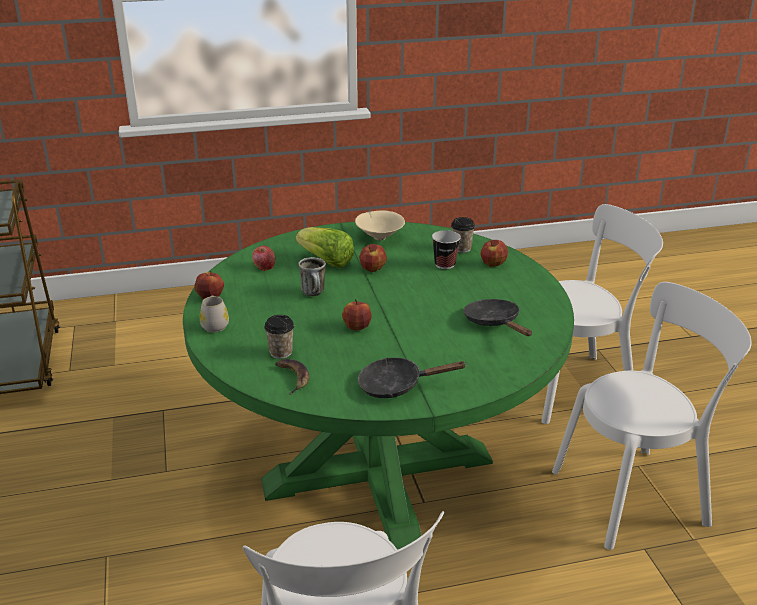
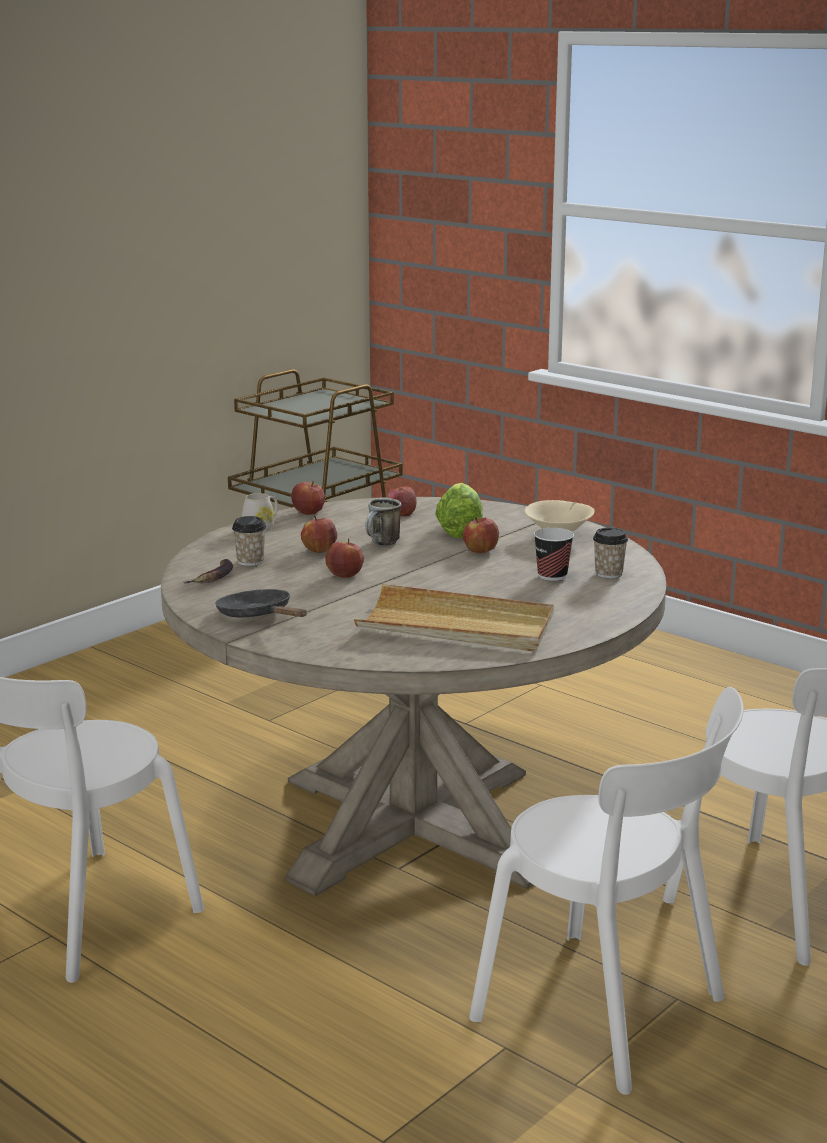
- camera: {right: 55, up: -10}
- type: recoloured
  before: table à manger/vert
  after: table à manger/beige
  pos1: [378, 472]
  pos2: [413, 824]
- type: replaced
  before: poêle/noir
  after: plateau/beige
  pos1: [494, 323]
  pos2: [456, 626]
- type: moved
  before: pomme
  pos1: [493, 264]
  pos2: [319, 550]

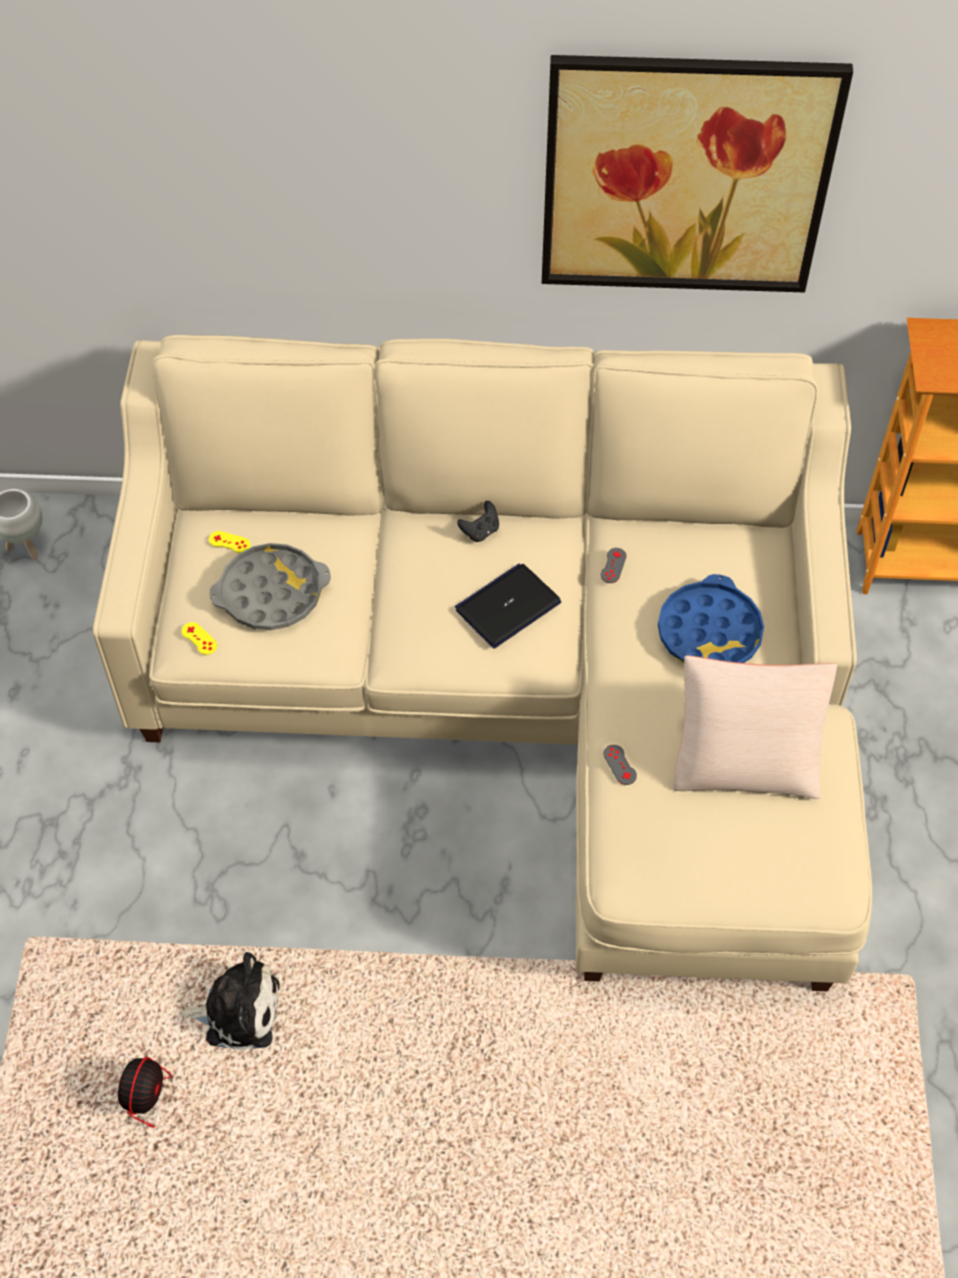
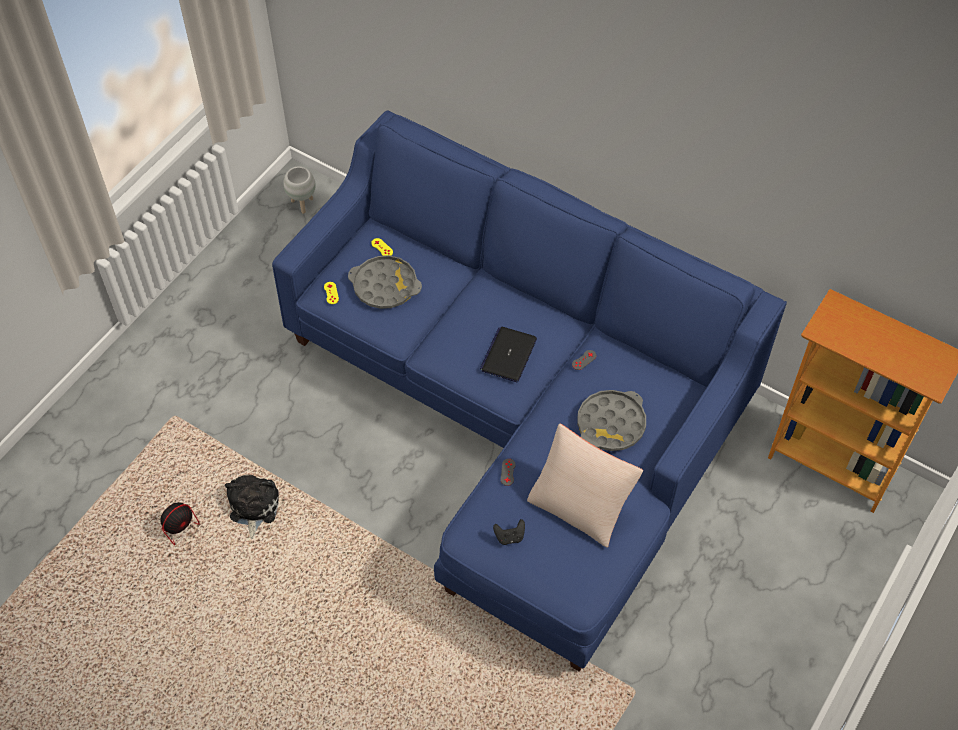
- camera: {right: 30, up: 0}
- type: recoloured
  before: canapé/beige
  after: canapé/bleu
  pos1: [524, 688]
  pos2: [522, 413]
- type: turned
  before: peluche
  pos1: [236, 1010]
  pos2: [253, 508]
  turn: -120
- type: turned
  before: ordinateur portable
  pos1: [508, 606]
  pos2: [508, 355]
  turn: -60
- type: moved
  before: manette/noir
  pos1: [480, 531]
  pos2: [509, 537]
- type: removed
  before: tableau
  pos1: [686, 175]
- type: recoloured
  before: plateau/bleu
  after: plateau/gris
  pos1: [709, 633]
  pos2: [611, 424]

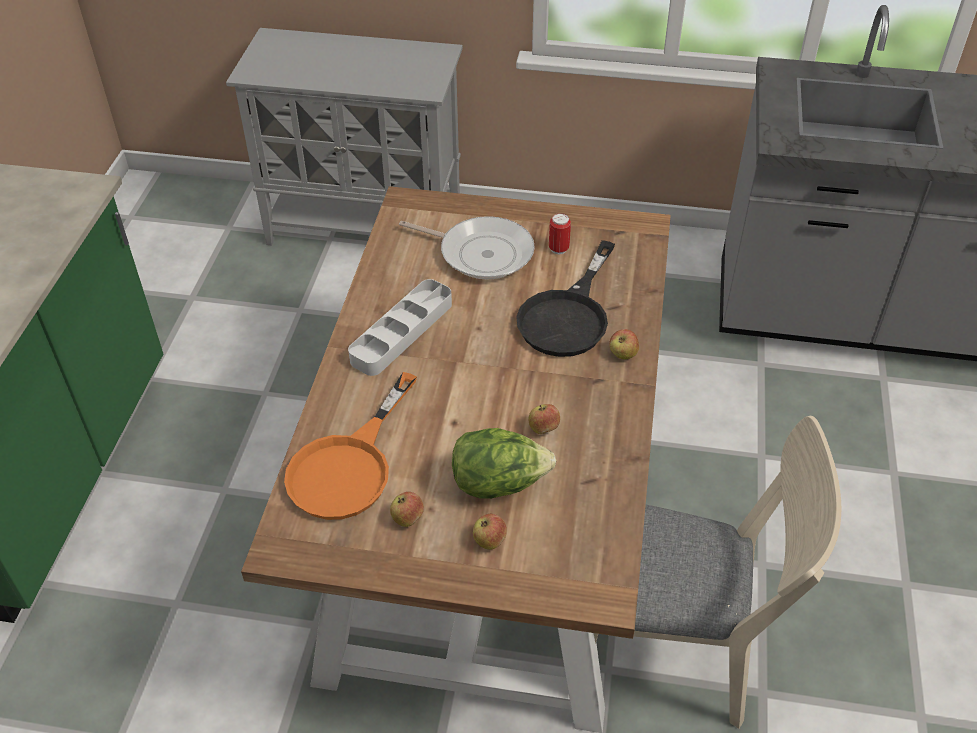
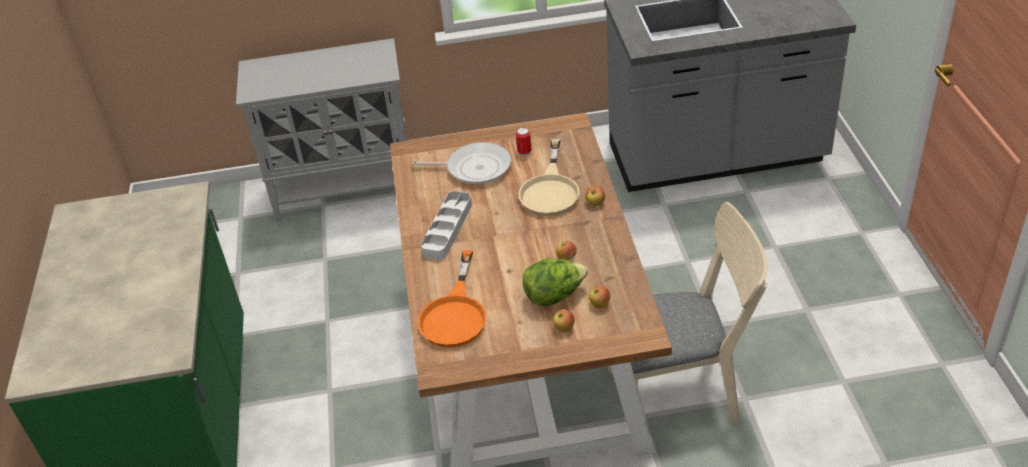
- camera: {right: -15, up: -5}
- type: moved
  before: pomme
  pos1: [407, 518]
  pos2: [600, 304]
- type: recoloured
  before: poêle/noir
  after: poêle/beige
  pos1: [568, 315]
  pos2: [550, 190]

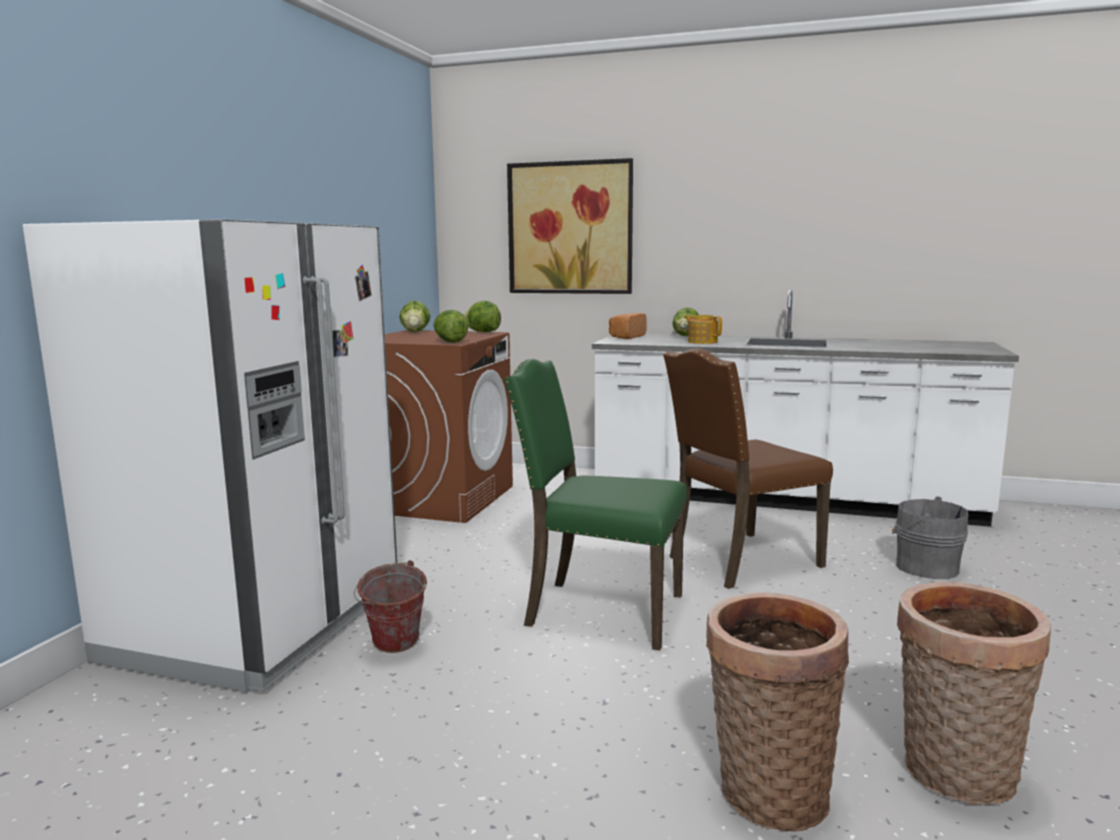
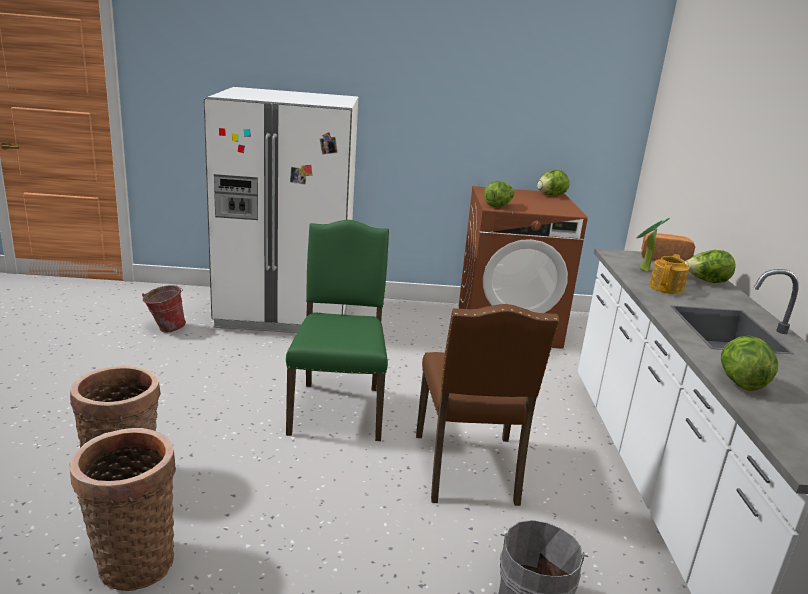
- camera: {right: 70, up: 10}
- type: moved
  before: seau
  pos1: [393, 648]
  pos2: [165, 328]
- type: moved
  before: laitue
  pos1: [482, 332]
  pos2: [740, 382]
- type: removed
  before: tableau
  pos1: [570, 228]
- type: turned
  before: chaise/marron
  pos1: [740, 561]
  pos2: [469, 470]
  turn: -135
- type: added
  after: plante en pot
  pos2: [642, 270]

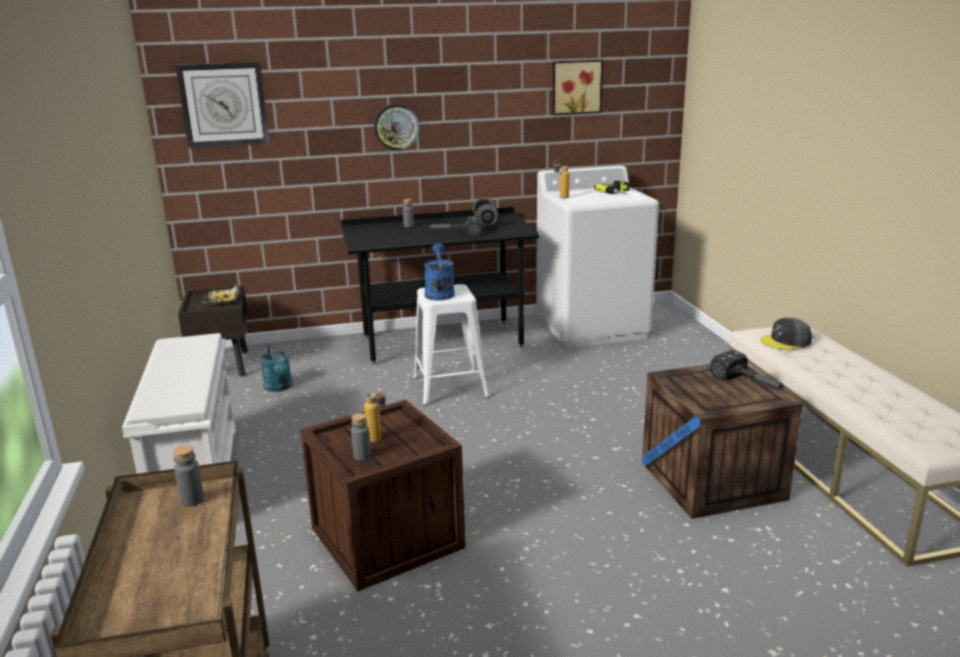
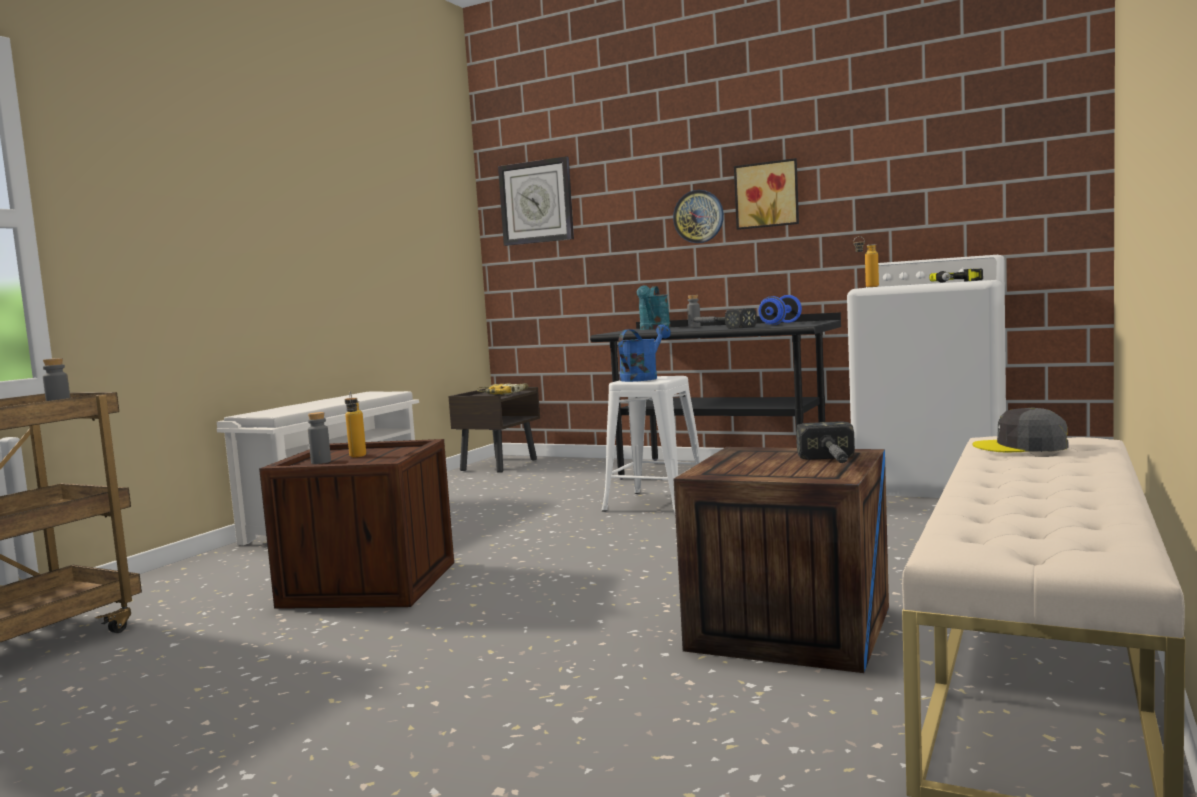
- camera: {right: 40, up: -15}
- type: moved
  before: arrosoir/turquoise
  pos1: [279, 387]
  pos2: [654, 329]
- type: recoloured
  before: haltère/gris
  after: haltère/bleu
  pos1: [485, 222]
  pos2: [780, 323]
- type: moved
  before: tableau
  pos1: [576, 87]
  pos2: [767, 195]

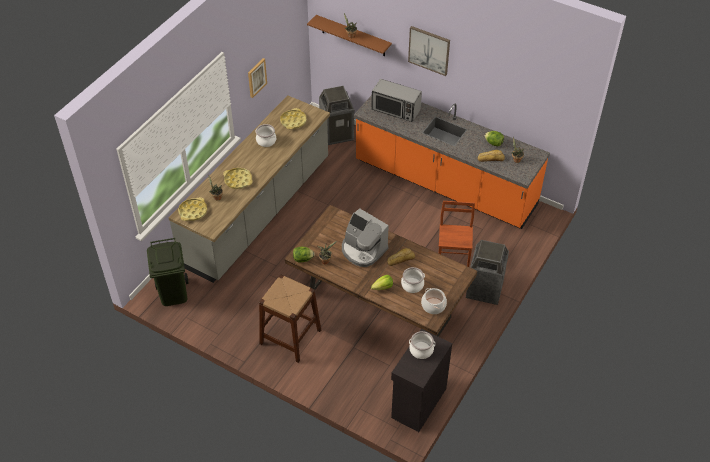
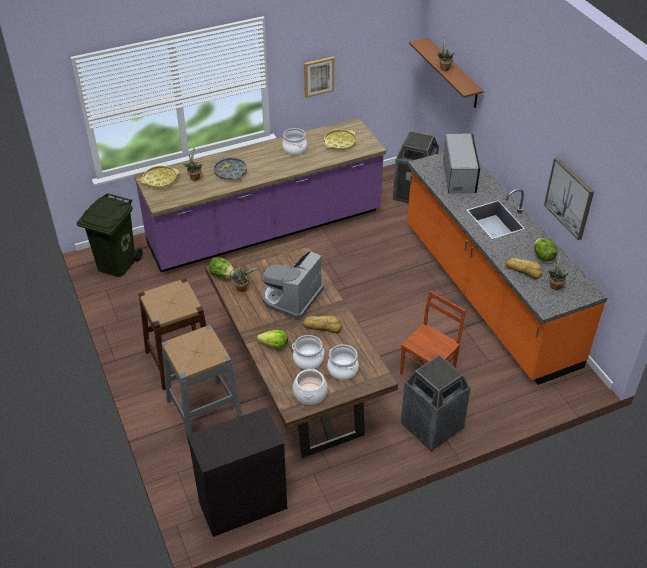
- camera: {right: 35, up: -5}
- type: recoloured
  before: comptoir de cuisine/gris
  after: comptoir de cuisine/violet
  pos1: [258, 211]
  pos2: [265, 229]
- type: recoloured
  before: plateau/jaune
  after: plateau/gris
  pos1: [238, 180]
  pos2: [230, 171]
- type: turned
  before: machine à café
  pos1: [363, 250]
  pos2: [291, 297]
  turn: 45
- type: turned
  before: micro-ondes
  pos1: [395, 110]
  pos2: [459, 175]
  turn: -150
- type: moved
  before: tableau
  pos1: [429, 50]
  pos2: [569, 198]
- type: moved
  before: marmite
  pos1: [421, 350]
  pos2: [343, 369]
- type: added
  after: tabouret/gris
  pos2: [204, 410]

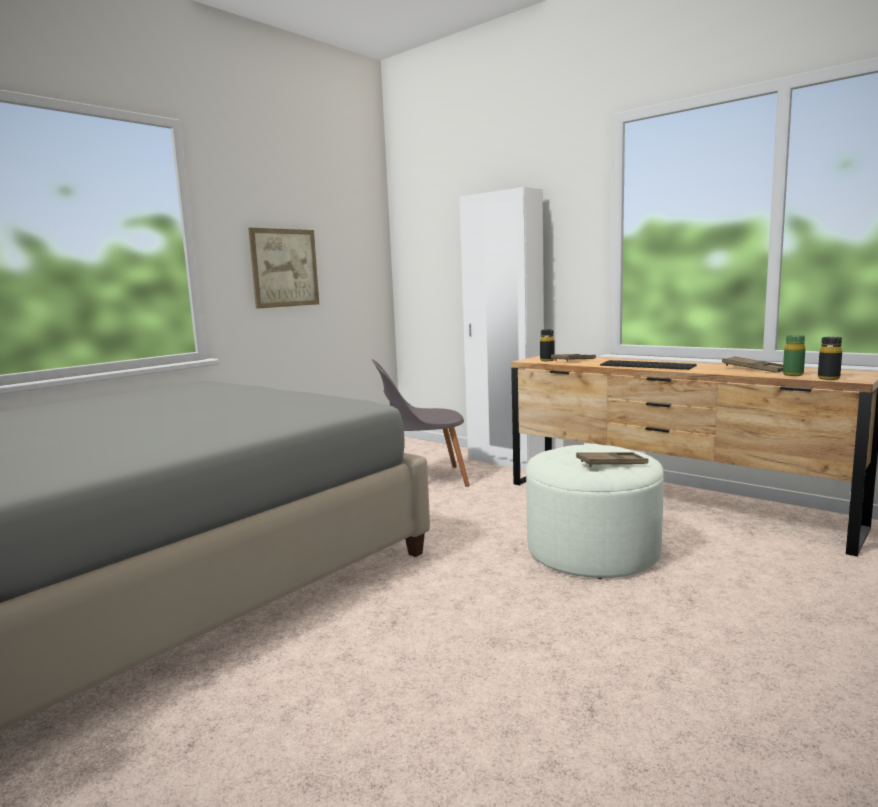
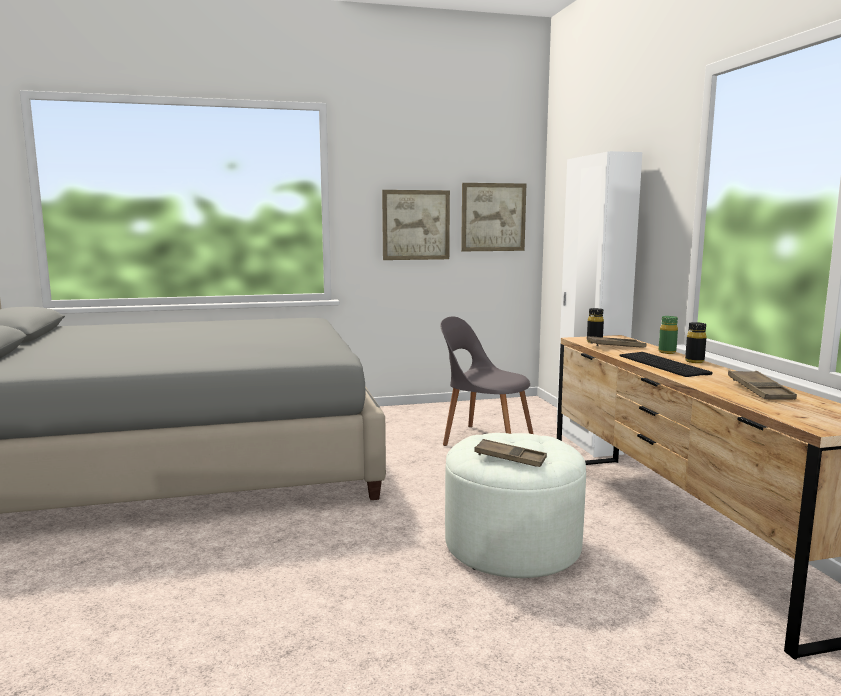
- camera: {right: 35, up: 0}
- type: moved
  before: bouteille/vert
  pos1: [793, 374]
  pos2: [667, 352]
- type: moved
  before: bouteille/noir
  pos1: [828, 378]
  pos2: [694, 361]
- type: added
  after: tableau
  pos2: [493, 217]

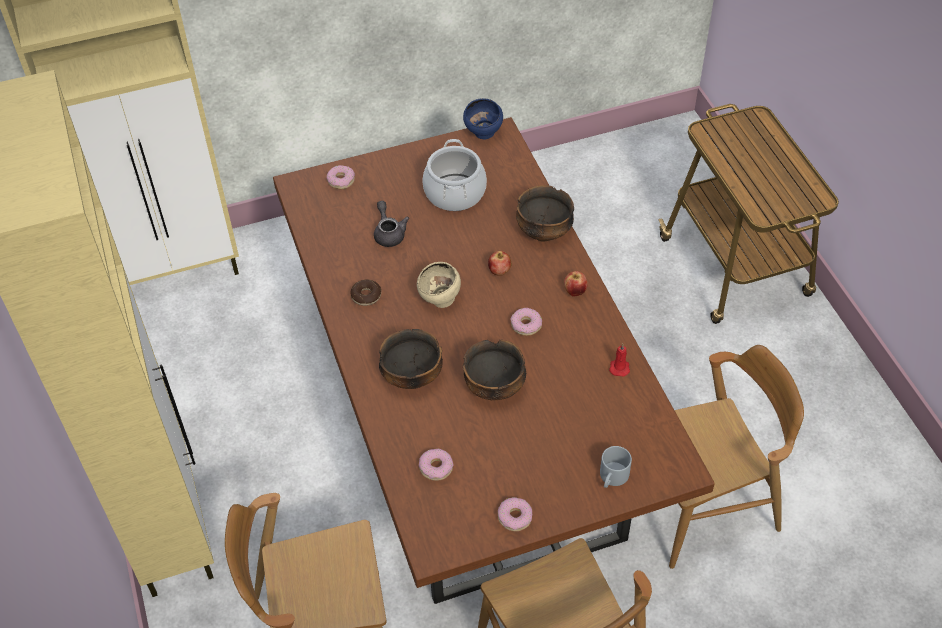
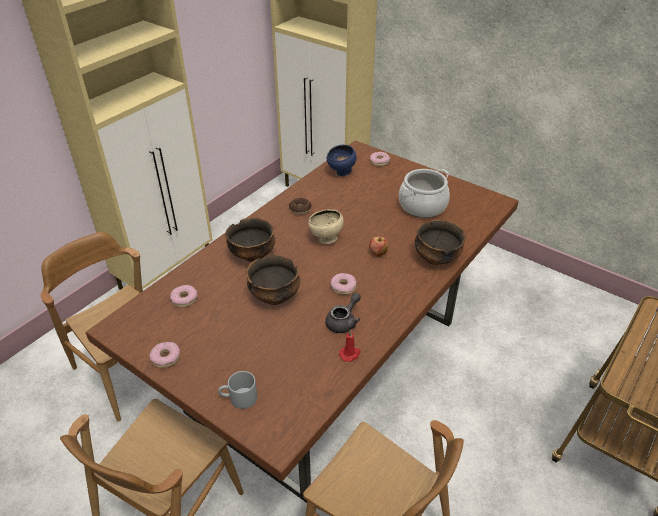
- camera: {right: 55, up: -10}
- type: moved
  before: théière/gris
  pos1: [389, 233]
  pos2: [344, 321]
- type: moved
  before: bol/bleu
  pos1: [484, 135]
  pos2: [341, 173]
- type: removed
  before: pomme
  pos1: [575, 291]

